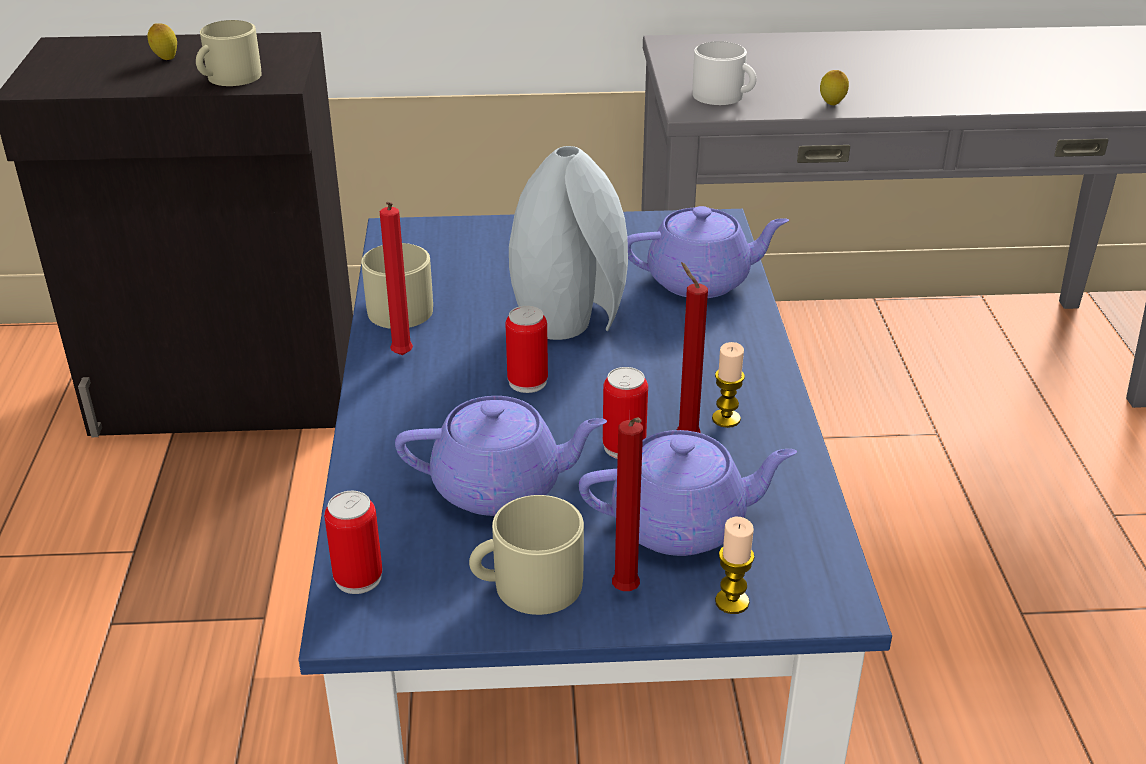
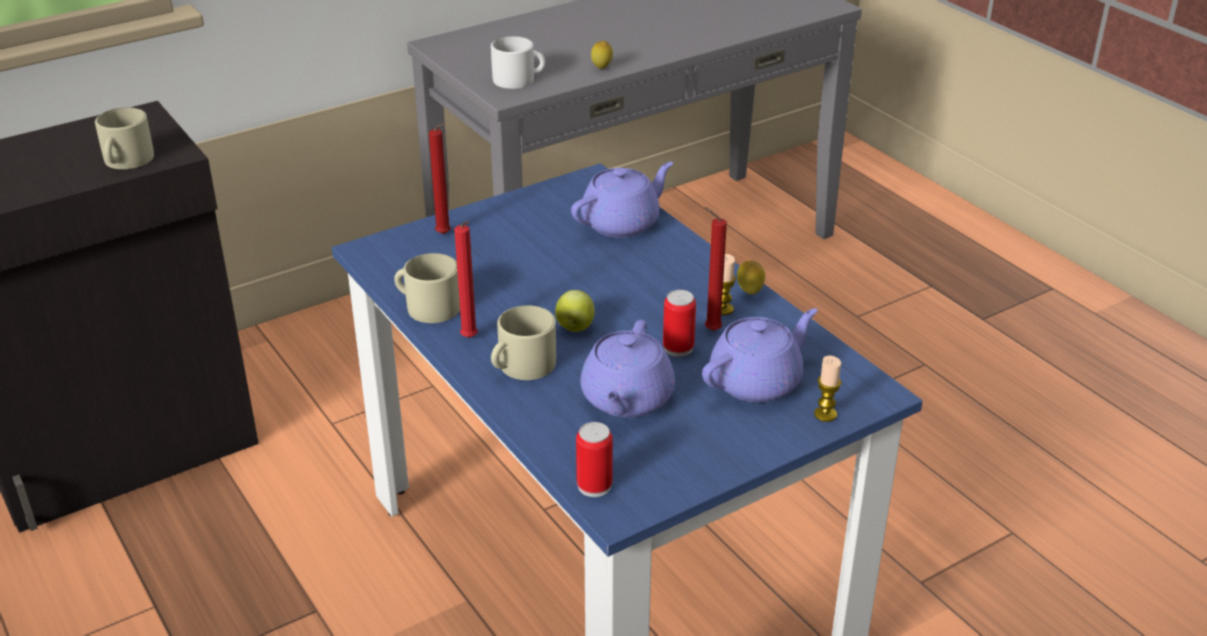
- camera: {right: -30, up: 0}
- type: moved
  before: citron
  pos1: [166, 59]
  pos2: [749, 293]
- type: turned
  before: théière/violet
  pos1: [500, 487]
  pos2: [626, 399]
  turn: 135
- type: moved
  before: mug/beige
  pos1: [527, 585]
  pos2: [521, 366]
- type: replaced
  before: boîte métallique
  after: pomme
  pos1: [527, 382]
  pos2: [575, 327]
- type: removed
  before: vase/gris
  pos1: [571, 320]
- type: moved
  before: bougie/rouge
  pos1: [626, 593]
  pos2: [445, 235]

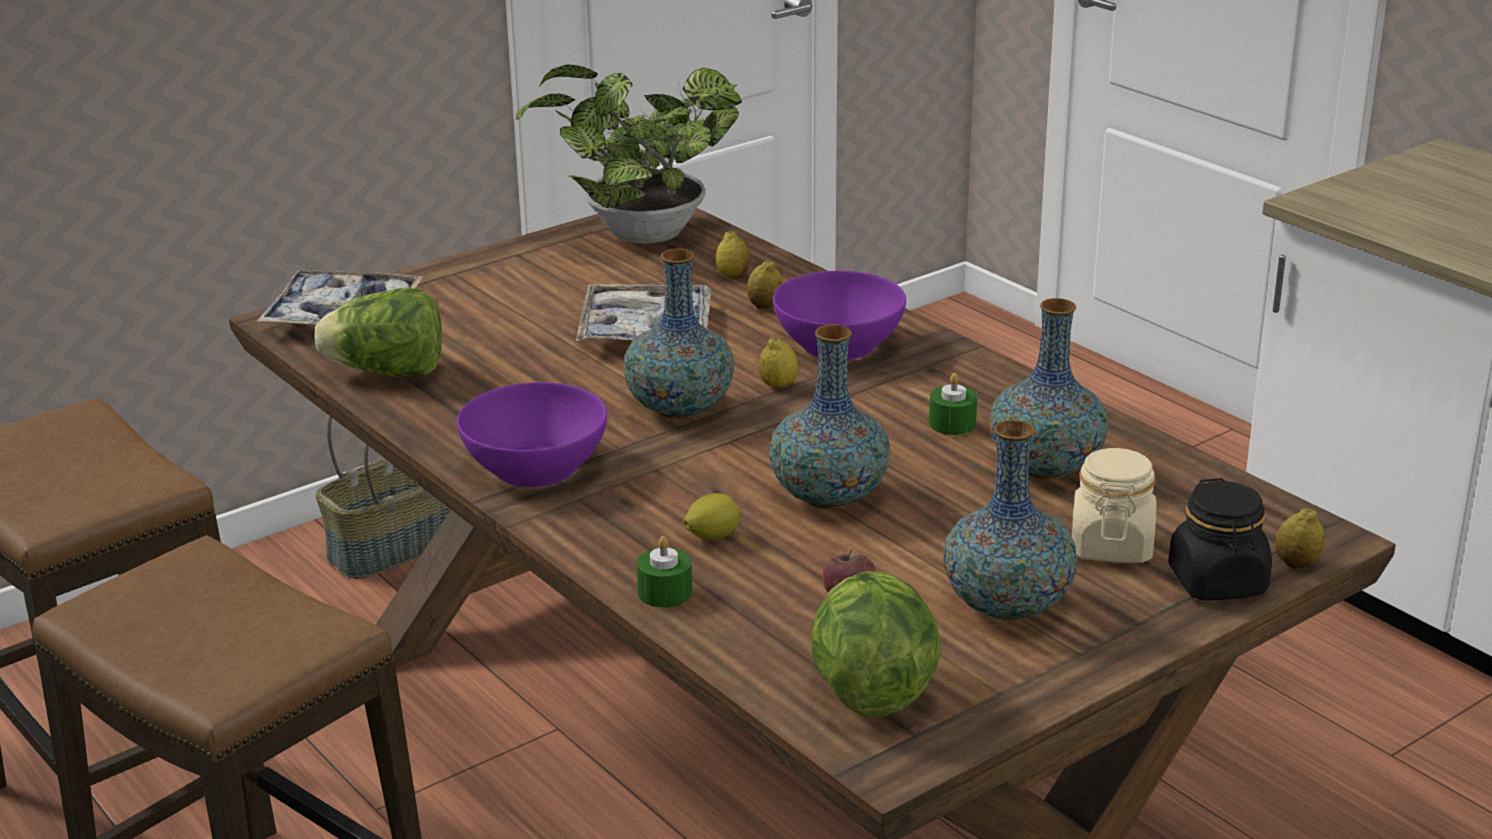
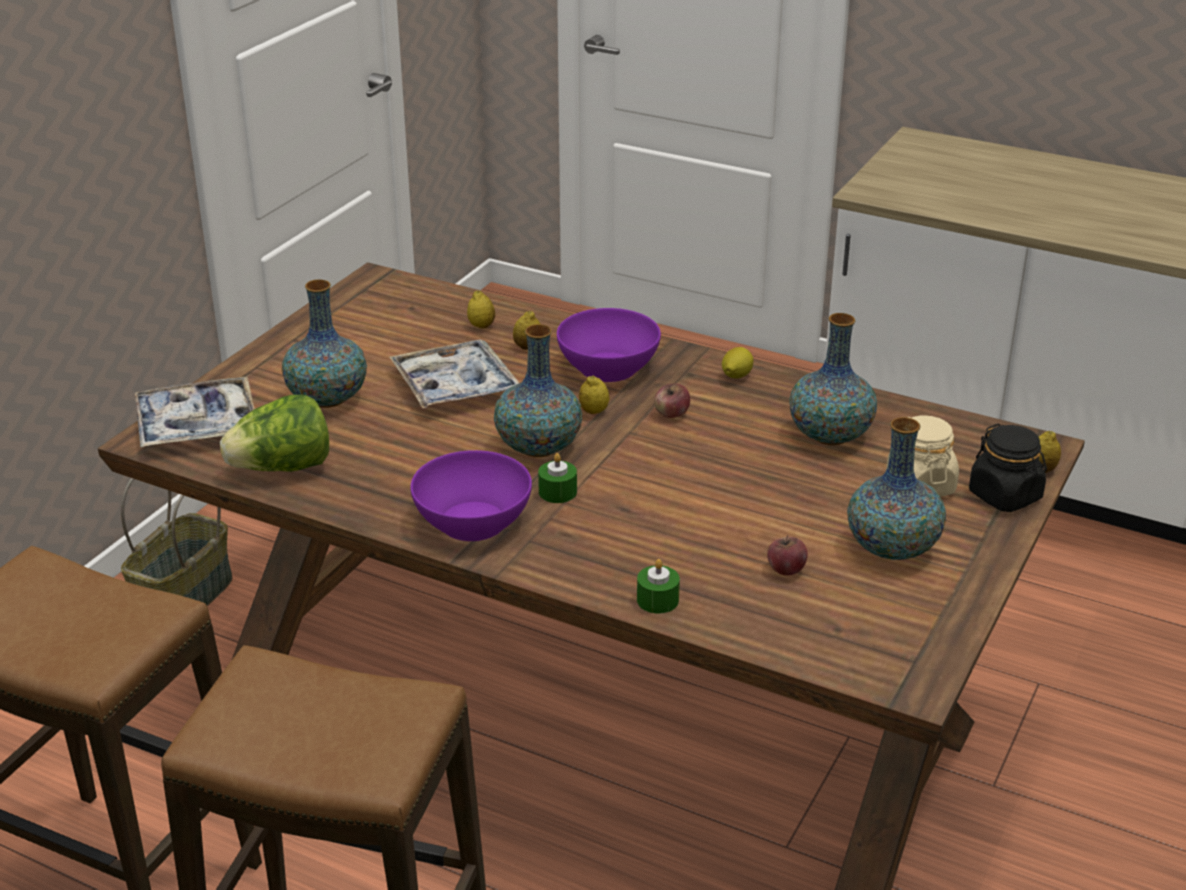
- camera: {right: -25, up: 5}
- type: removed
  before: plante en pot
  pos1: [637, 235]
- type: moved
  before: citron
  pos1: [712, 537]
  pos2: [736, 376]
- type: moved
  before: vase
  pos1: [829, 497]
  pos2: [327, 399]
- type: removed
  before: laitue
  pos1: [870, 690]
- type: moved
  before: bougie/vert
  pos1: [952, 423]
  pos2: [557, 492]
- type: added
  after: pomme
  pos2: [671, 414]

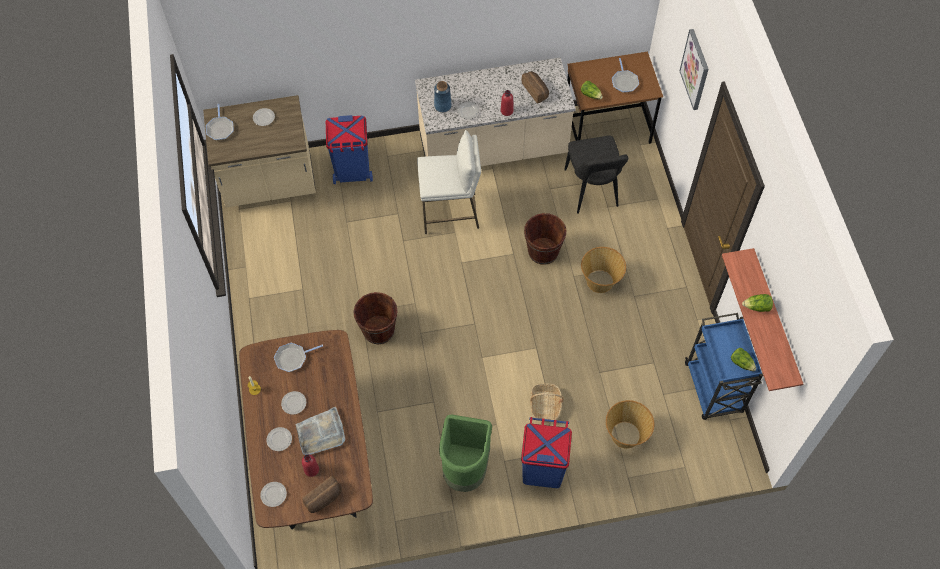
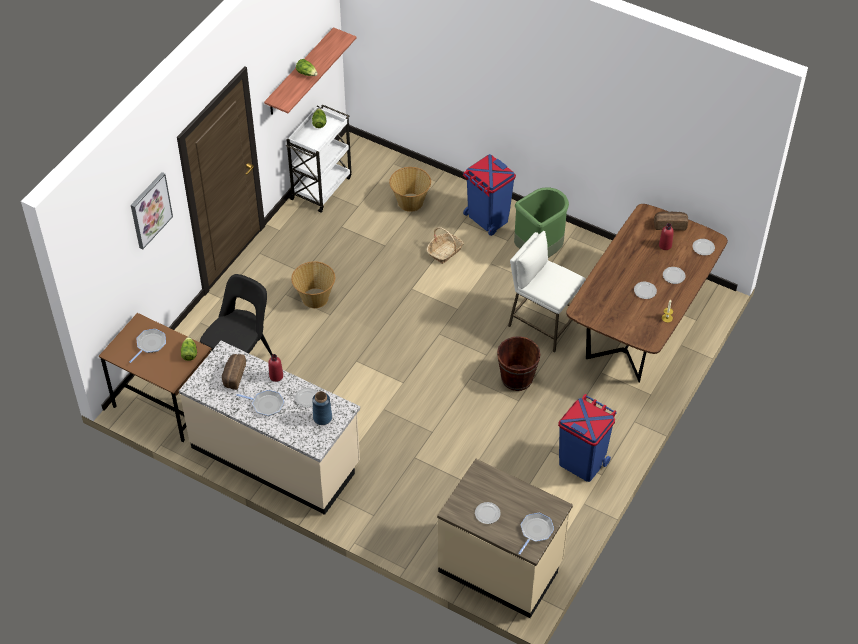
- camera: {right: -140, up: -10}
- type: moved
  before: poêle
  pos1: [293, 358]
  pos2: [266, 404]
- type: removed
  before: plateau/gris
  pos1: [321, 433]
- type: moved
  before: poubelle/bleu
  pos1: [353, 172]
  pos2: [582, 462]
- type: moved
  before: tabouret/blanc
  pos1: [450, 213]
  pos2: [543, 324]
- type: removed
  before: seau/marron
  pos1: [543, 251]
- type: recoloured
  before: chariot/bleu
  after: chariot/blanc
  pos1: [714, 389]
  pos2: [321, 187]

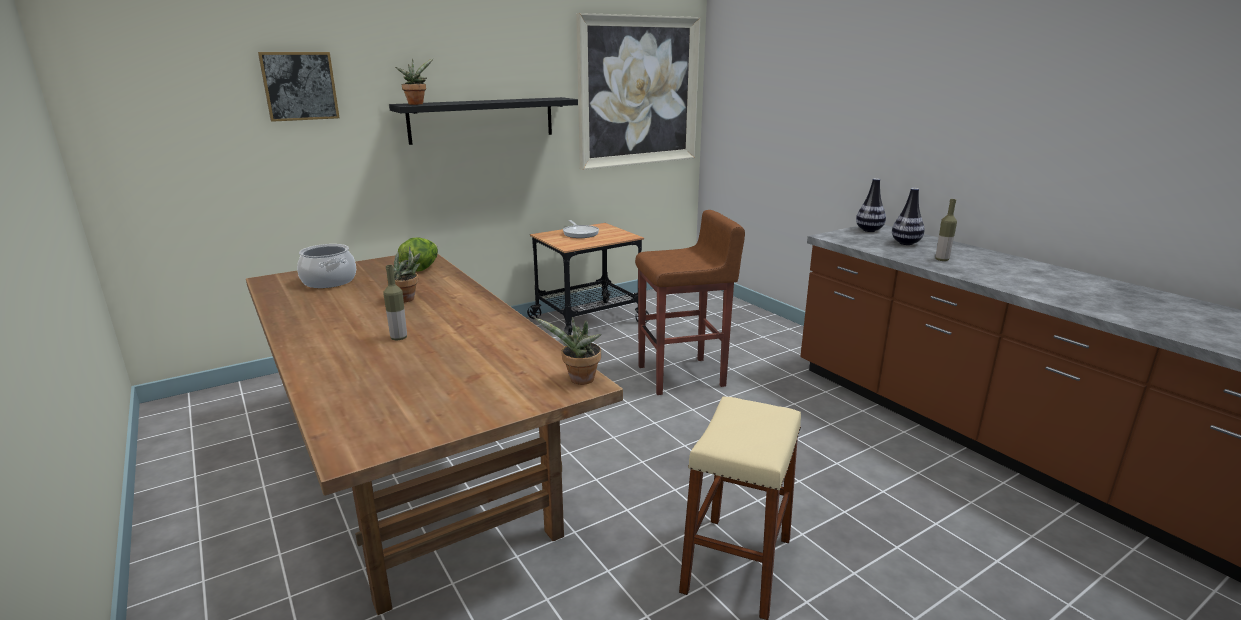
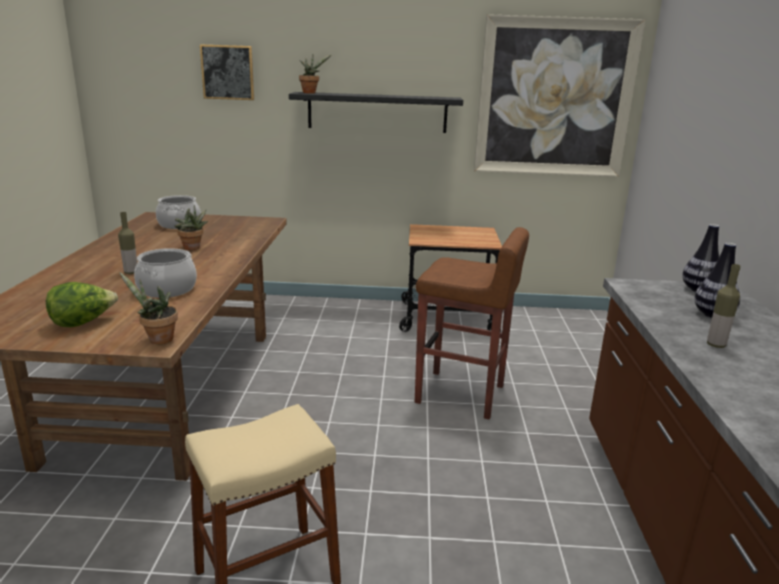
- camera: {right: 35, up: 0}
- type: moved
  before: laitue
  pos1: [421, 268]
  pos2: [83, 323]
- type: removed
  before: poêle
  pos1: [580, 233]
- type: added
  after: marmite
  pos2: [167, 289]

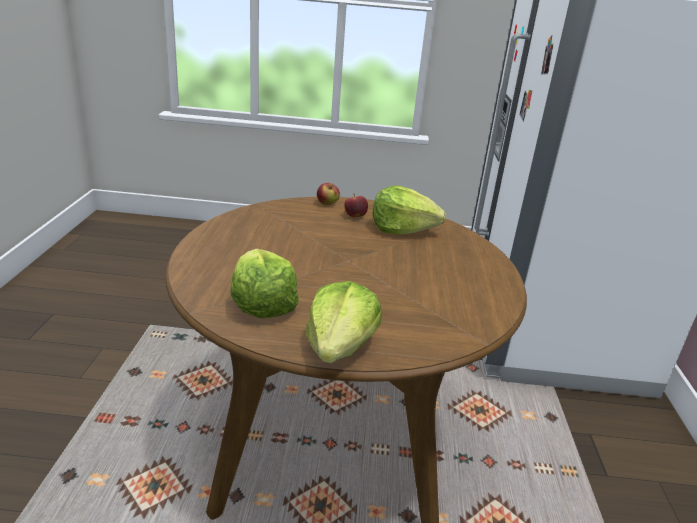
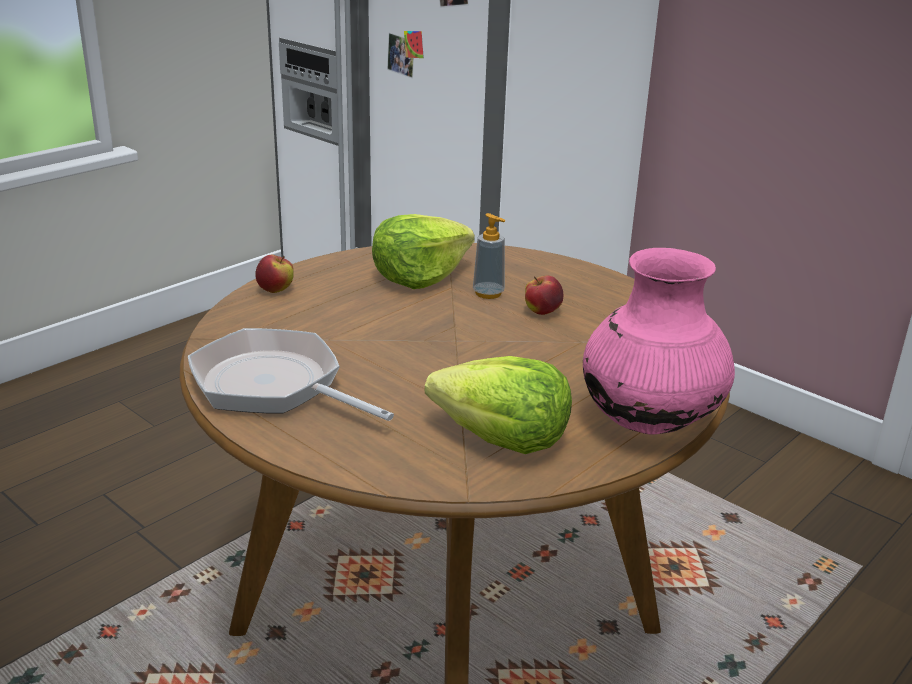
- camera: {right: -50, up: 0}
- type: replaced
  before: laitue
  after: vase/rose
  pos1: [340, 347]
  pos2: [649, 423]
- type: moved
  before: pomme
  pos1: [355, 216]
  pos2: [542, 312]
- type: added
  after: poêle
  pos2: [274, 386]
- type: added
  after: distributeur de savon
  pos2: [488, 293]

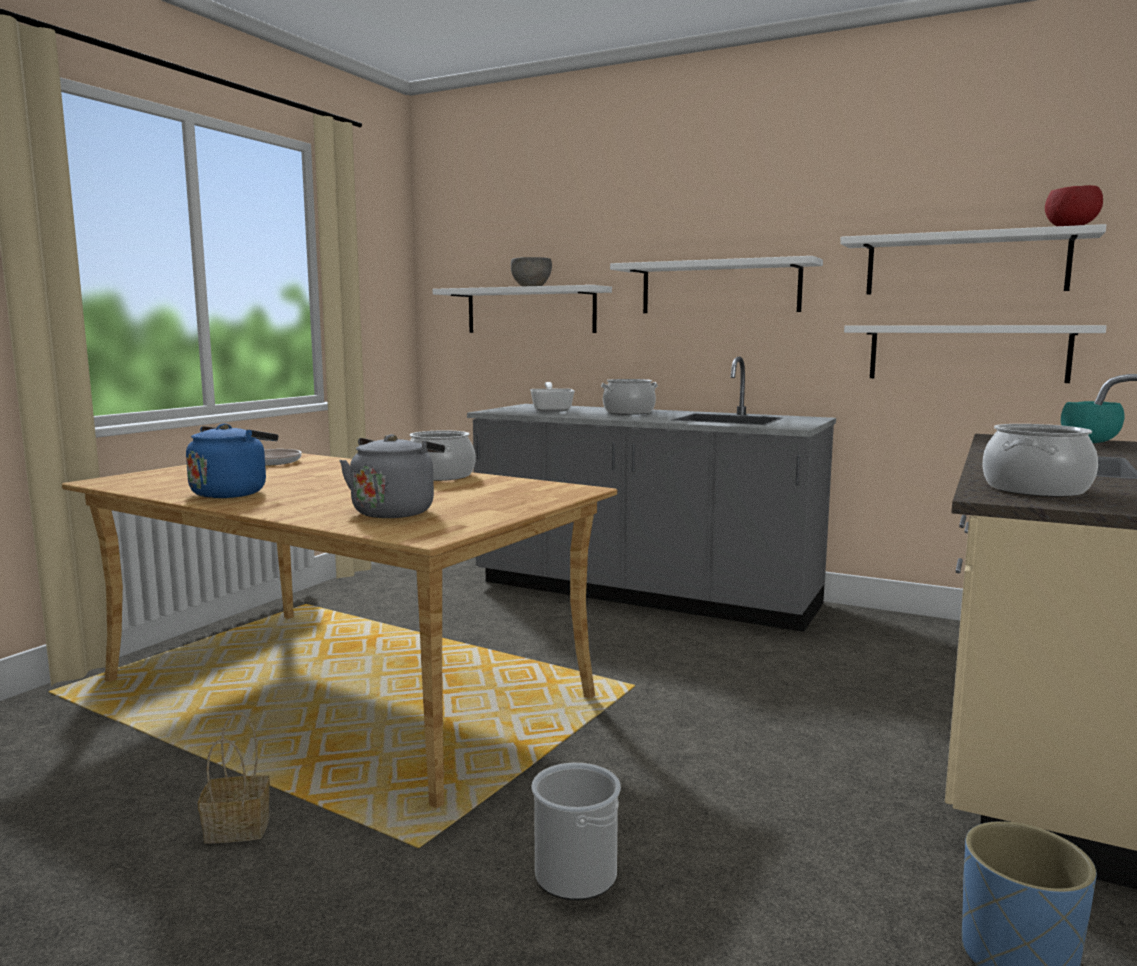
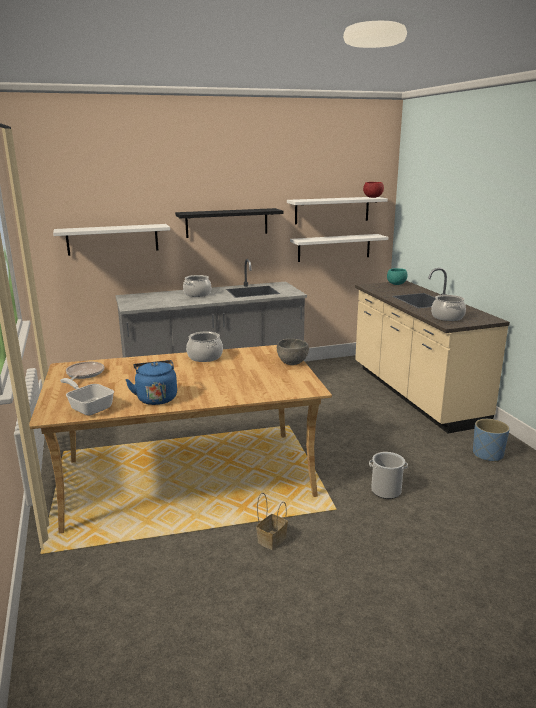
- camera: {right: -45, up: 10}
- type: removed
  before: bouilloire/gris
  pos1: [395, 511]
- type: moved
  before: bol/gris
  pos1: [531, 287]
  pos2: [292, 363]
- type: moved
  before: poêle
  pos1: [552, 409]
  pos2: [89, 407]
- type: recoloured
  before: étagère/blanc
  after: étagère/noir
  pos1: [719, 287]
  pos2: [227, 223]

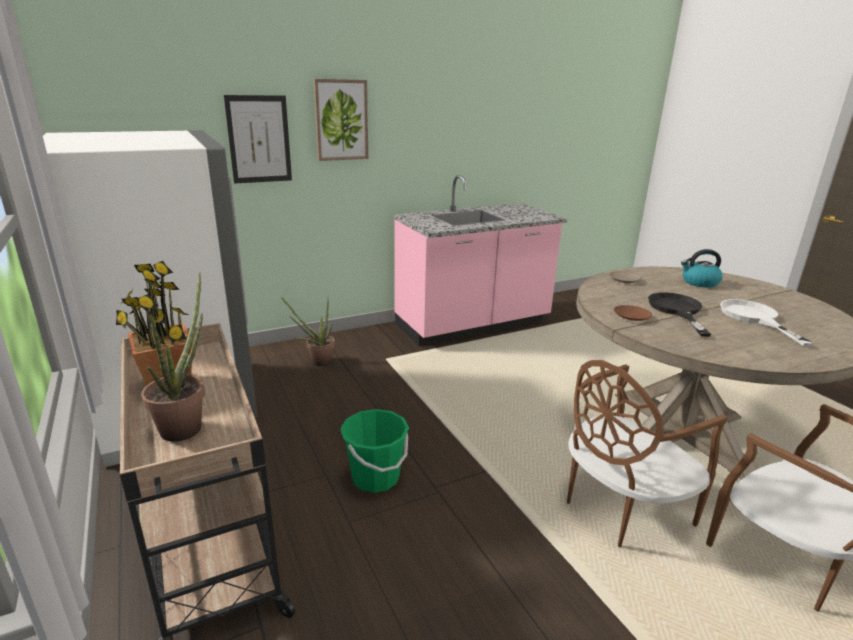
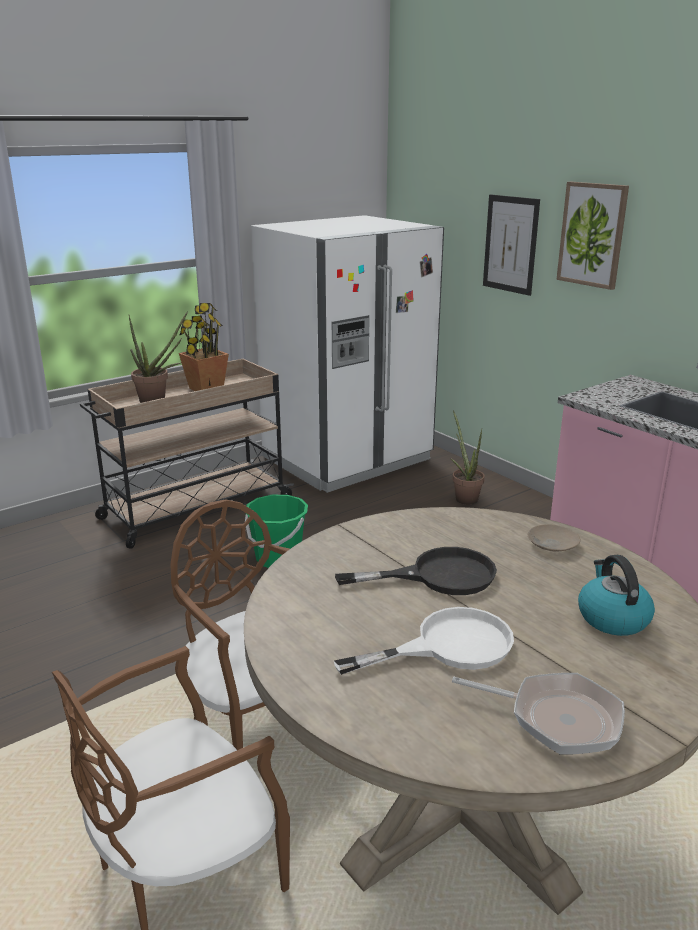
- camera: {right: 80, up: 0}
- type: removed
  before: assiette/marron
  pos1: [631, 317]
- type: added
  after: poêle
  pos2: [556, 718]

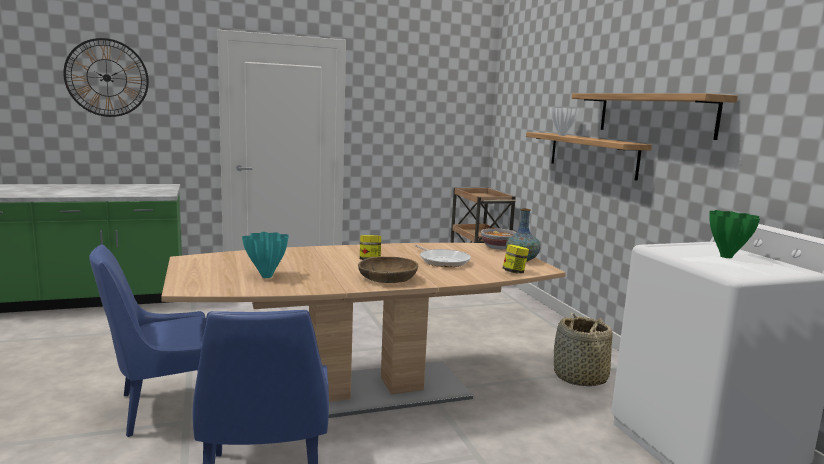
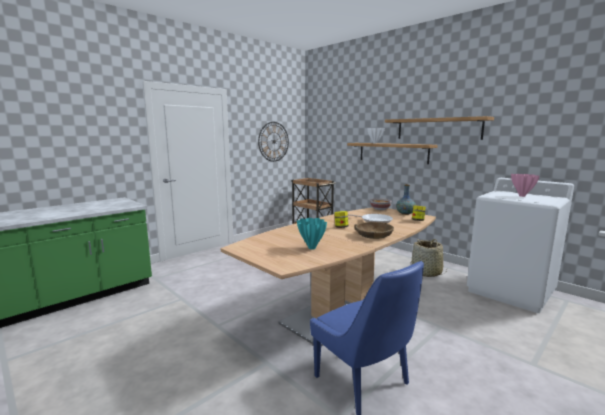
- camera: {right: -25, up: 0}
- type: moved
  before: horloge murale
  pos1: [107, 78]
  pos2: [273, 141]
- type: removed
  before: chaise/bleu
  pos1: [162, 408]
- type: recoloured
  before: vase/vert
  after: vase/rose
  pos1: [726, 257]
  pos2: [522, 196]

